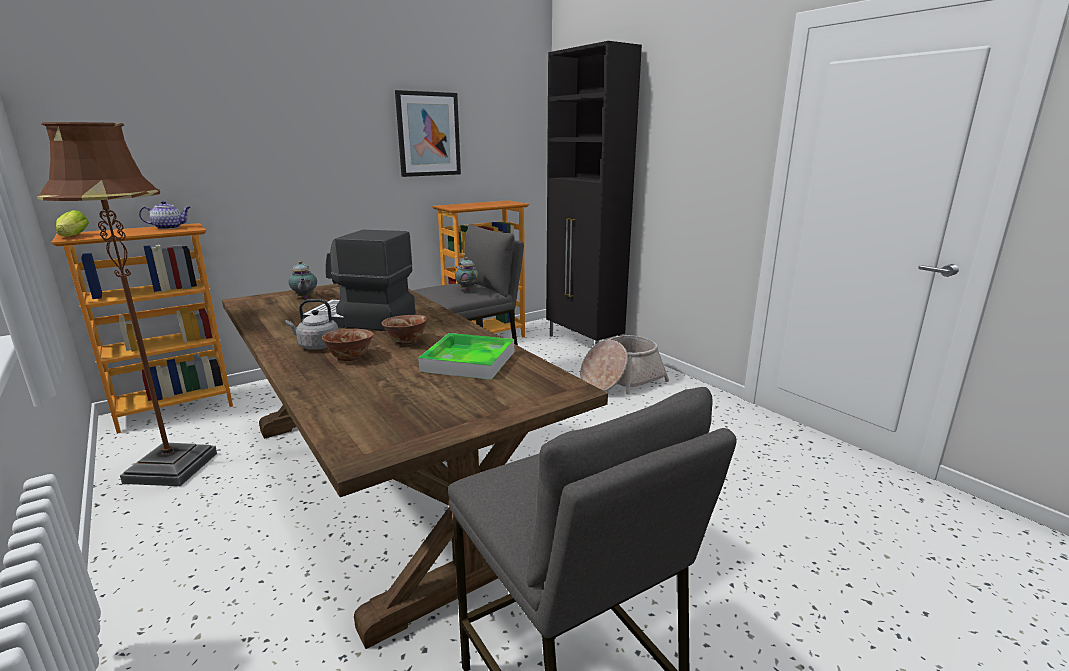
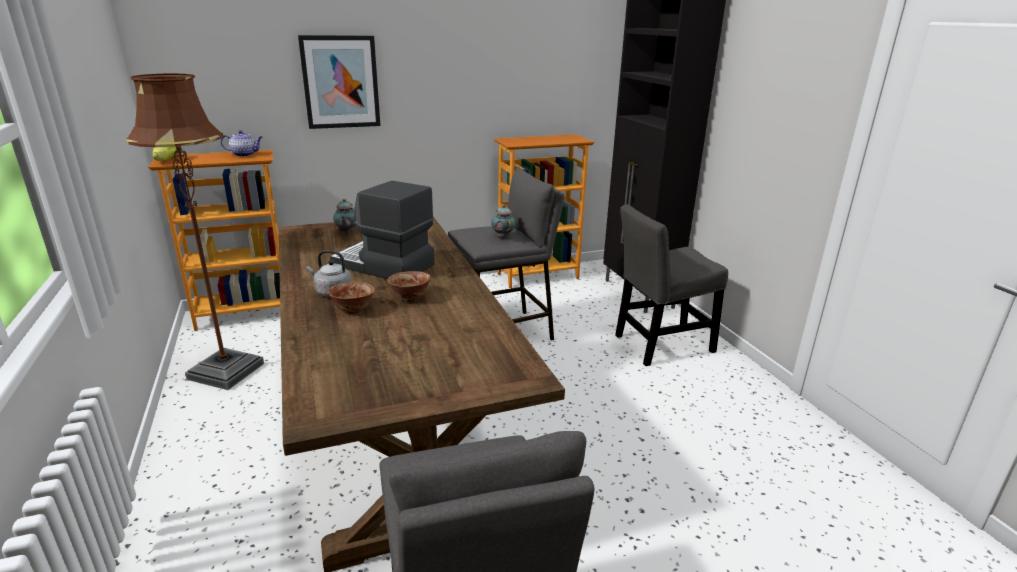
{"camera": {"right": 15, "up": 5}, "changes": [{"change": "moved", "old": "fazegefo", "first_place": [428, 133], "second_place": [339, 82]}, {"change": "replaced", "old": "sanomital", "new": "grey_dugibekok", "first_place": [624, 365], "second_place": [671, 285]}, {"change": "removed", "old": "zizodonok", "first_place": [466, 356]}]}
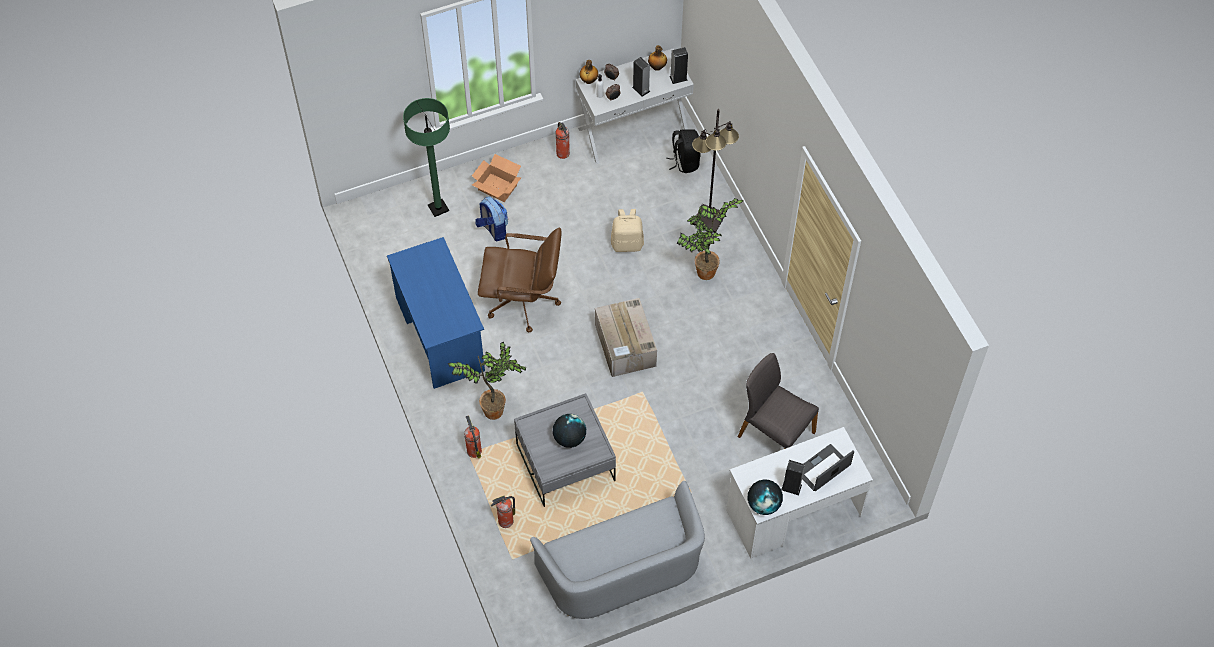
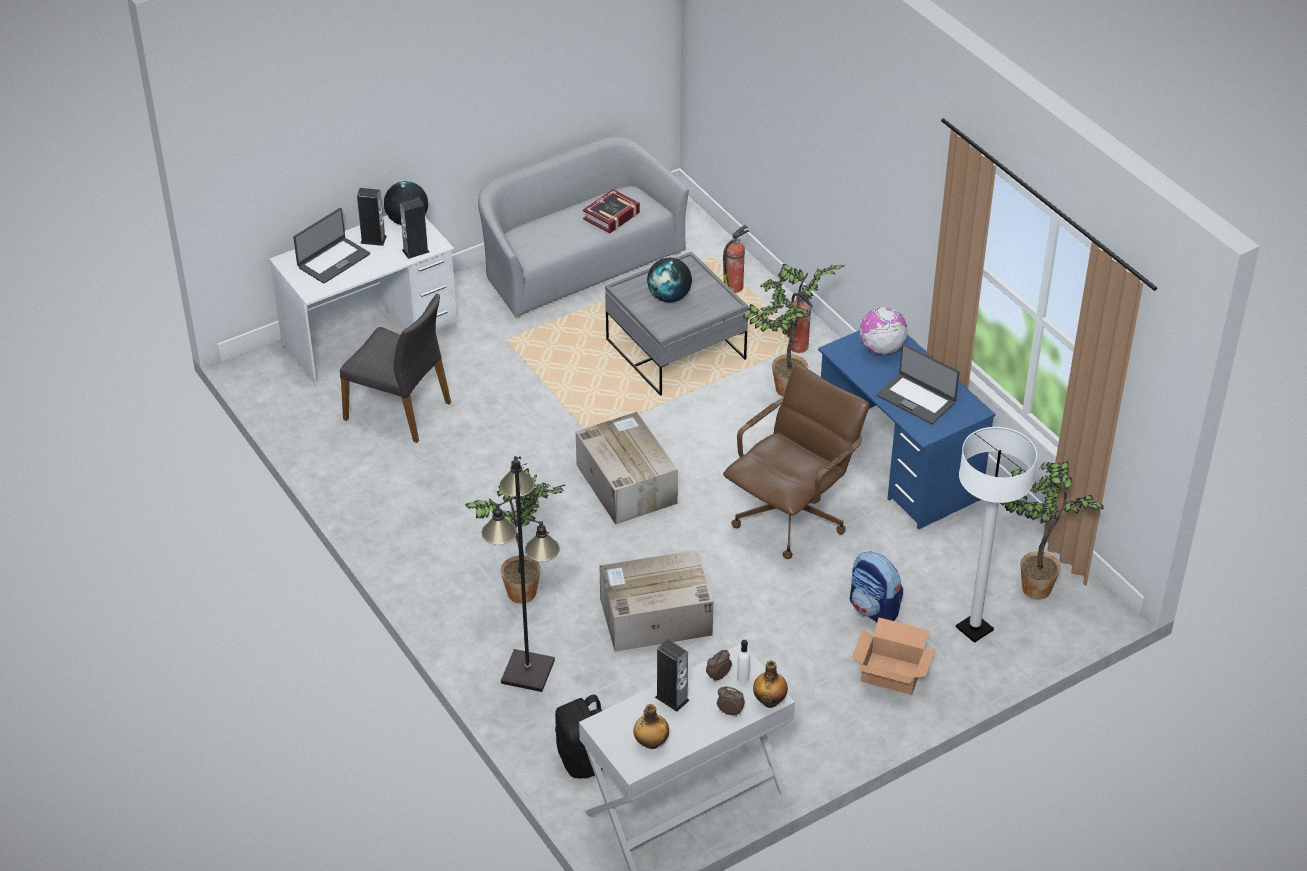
{"camera": {"right": 170, "up": -15}, "changes": [{"change": "moved", "old": "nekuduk", "first_place": [678, 65], "second_place": [414, 228]}, {"change": "added", "new": "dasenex", "second_place": [611, 211]}, {"change": "replaced", "old": "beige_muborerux", "new": "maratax", "first_place": [627, 230], "second_place": [656, 601]}, {"change": "turned", "old": "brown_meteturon", "first_place": [520, 280], "second_place": [796, 461], "degrees": 135}, {"change": "added", "new": "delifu", "second_place": [884, 331]}, {"change": "added", "new": "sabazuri", "second_place": [918, 383]}, {"change": "recoloured", "old": "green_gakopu", "new": "white_gakopu", "first_place": [426, 157], "second_place": [996, 535]}, {"change": "added", "new": "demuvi", "second_place": [1051, 530]}, {"change": "removed", "old": "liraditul", "first_place": [562, 140]}]}
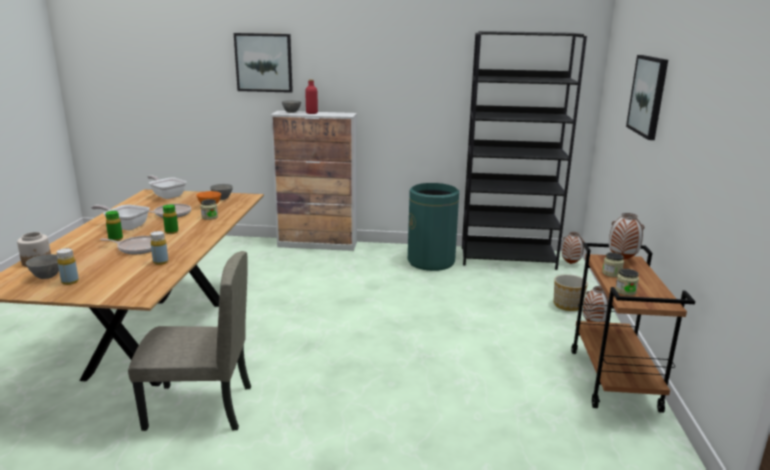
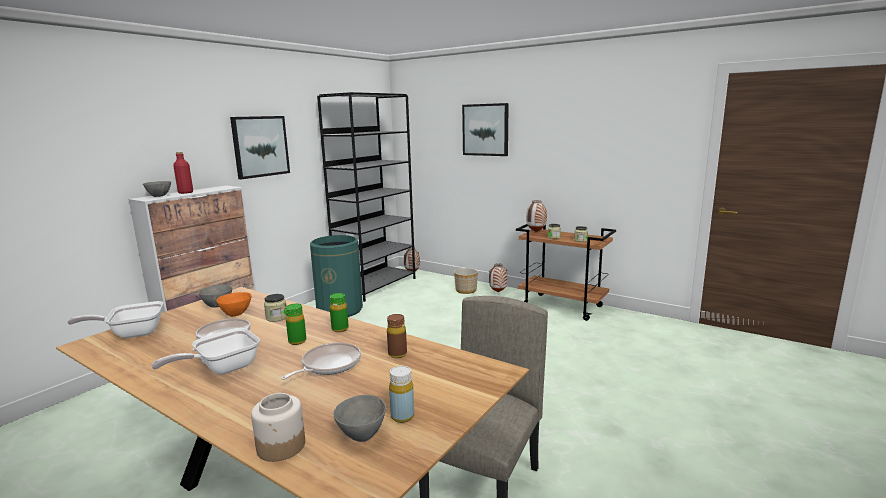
{"camera": {"right": -60, "up": -5}, "changes": [{"change": "moved", "old": "fazegefo", "first_place": [263, 63], "second_place": [260, 147]}, {"change": "moved", "old": "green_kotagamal", "first_place": [114, 226], "second_place": [339, 312]}, {"change": "recoloured", "old": "yellow_kotagamal", "new": "brown_kotagamal", "first_place": [159, 248], "second_place": [397, 336]}]}
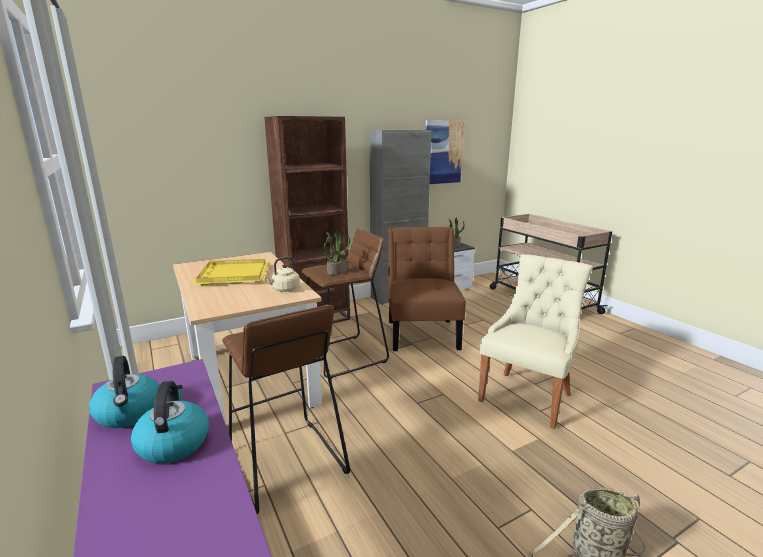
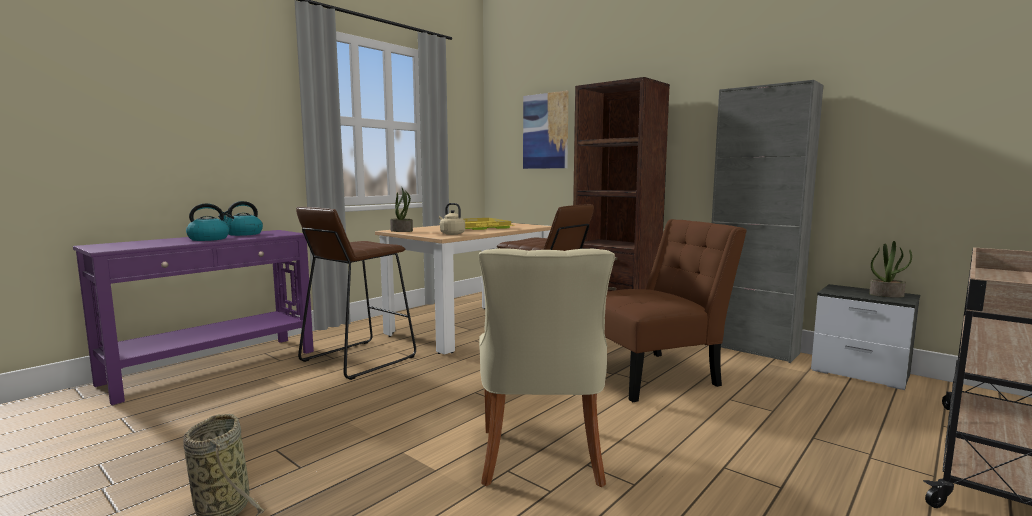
{"camera": {"right": 70, "up": -10}, "changes": [{"change": "moved", "old": "demuvi", "first_place": [336, 252], "second_place": [401, 210]}, {"change": "turned", "old": "beige_dugibekok", "first_place": [535, 341], "second_place": [547, 367], "degrees": 75}, {"change": "moved", "old": "fazegefo", "first_place": [445, 152], "second_place": [546, 130]}]}
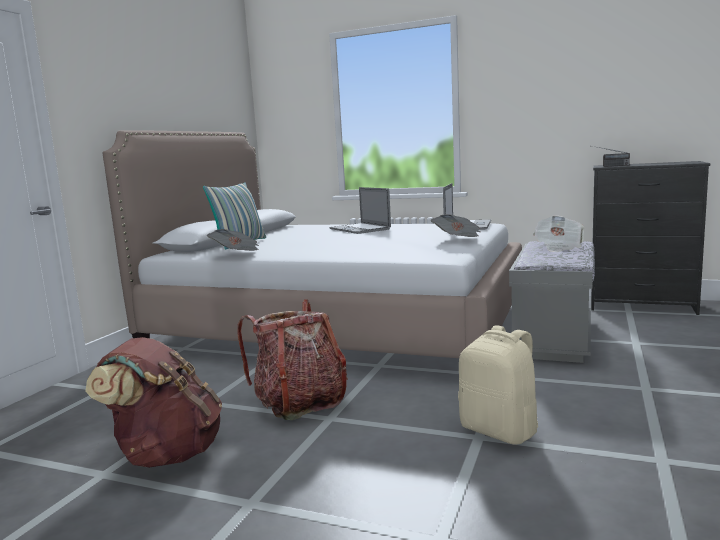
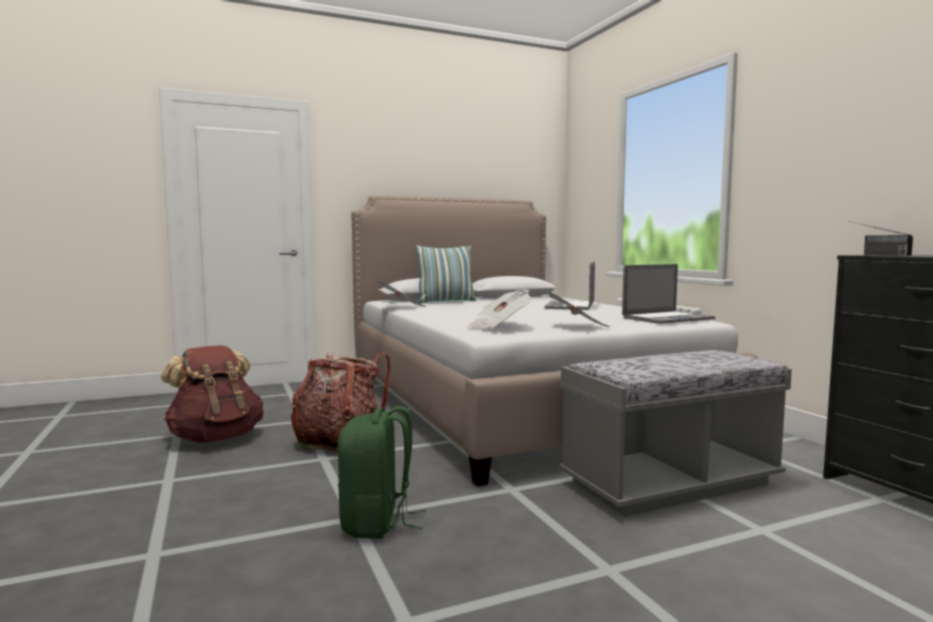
{"camera": {"right": 45, "up": -5}, "changes": [{"change": "recoloured", "old": "beige_muborerux", "new": "green_muborerux", "first_place": [498, 385], "second_place": [382, 472]}, {"change": "moved", "old": "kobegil", "first_place": [559, 234], "second_place": [499, 309]}]}
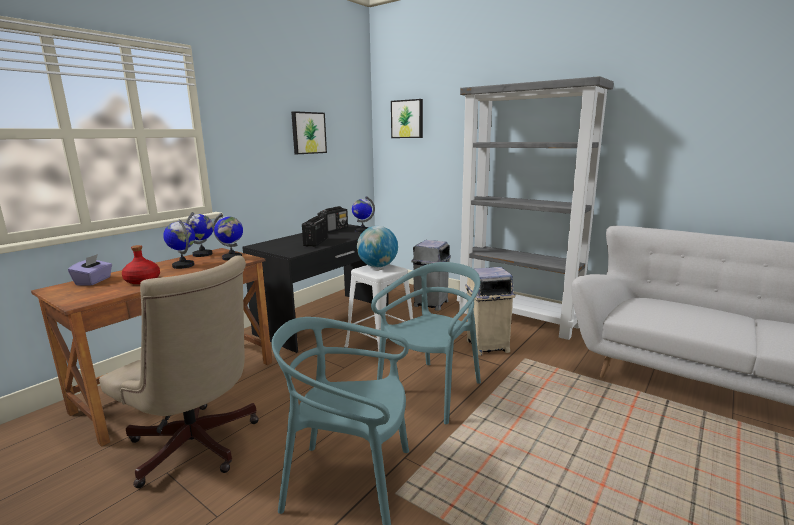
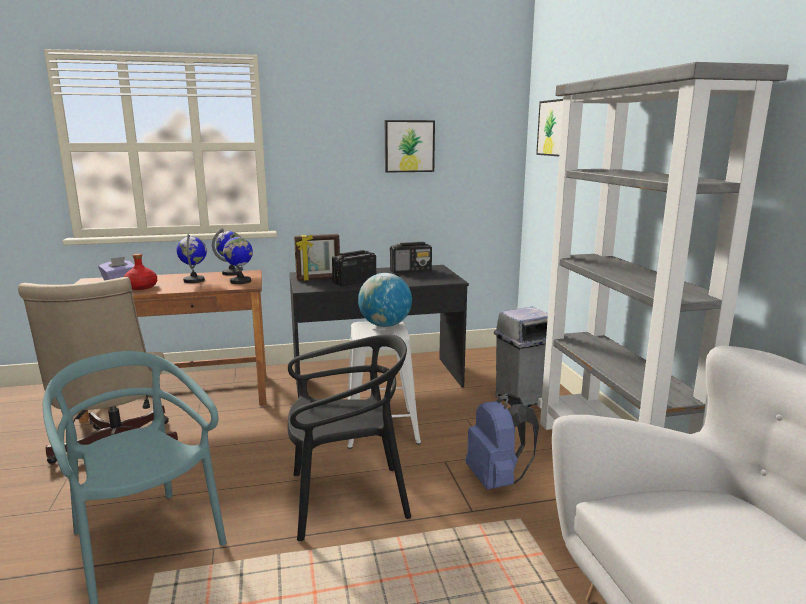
{"camera": {"right": 40, "up": 0}, "changes": [{"change": "recoloured", "old": "turquoise_dugibekok", "new": "black_dugibekok", "first_place": [426, 343], "second_place": [349, 437]}, {"change": "added", "new": "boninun", "second_place": [317, 257]}, {"change": "replaced", "old": "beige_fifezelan", "new": "blue_muborerux", "first_place": [490, 311], "second_place": [502, 442]}, {"change": "removed", "old": "delifu", "first_place": [363, 214]}]}
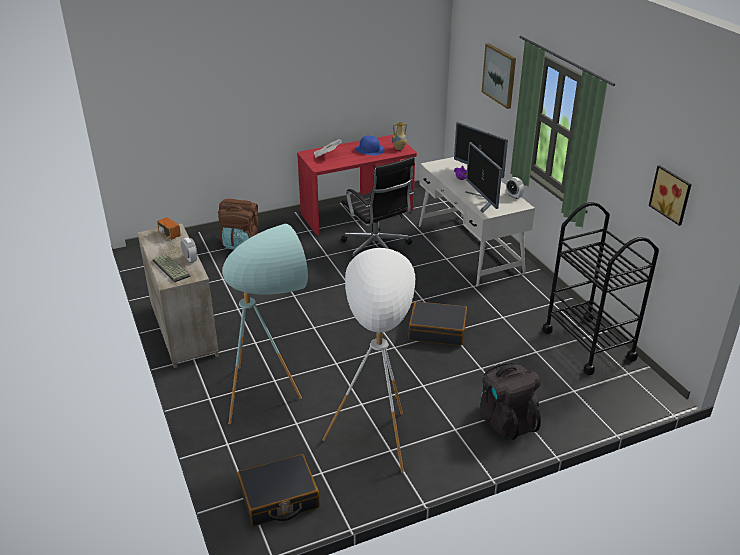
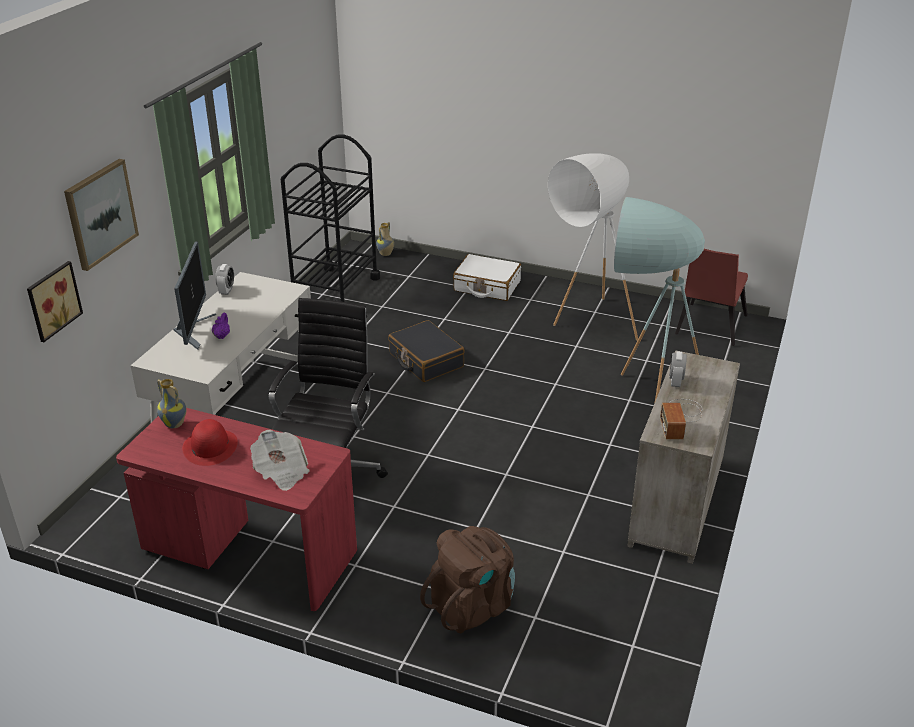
{"camera": {"right": -135, "up": 0}, "changes": [{"change": "moved", "old": "fazegefo", "first_place": [670, 195], "second_place": [55, 301]}, {"change": "recoloured", "old": "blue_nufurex", "new": "red_nufurex", "first_place": [369, 145], "second_place": [210, 442]}, {"change": "added", "new": "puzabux", "second_place": [385, 239]}, {"change": "replaced", "old": "black_muborerux", "new": "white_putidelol", "first_place": [510, 401], "second_place": [487, 277]}, {"change": "replaced", "old": "black_putidelol", "new": "red_dugibekok", "first_place": [278, 490], "second_place": [711, 297]}, {"change": "removed", "old": "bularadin", "first_place": [171, 268]}, {"change": "removed", "old": "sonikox", "first_place": [483, 177]}]}
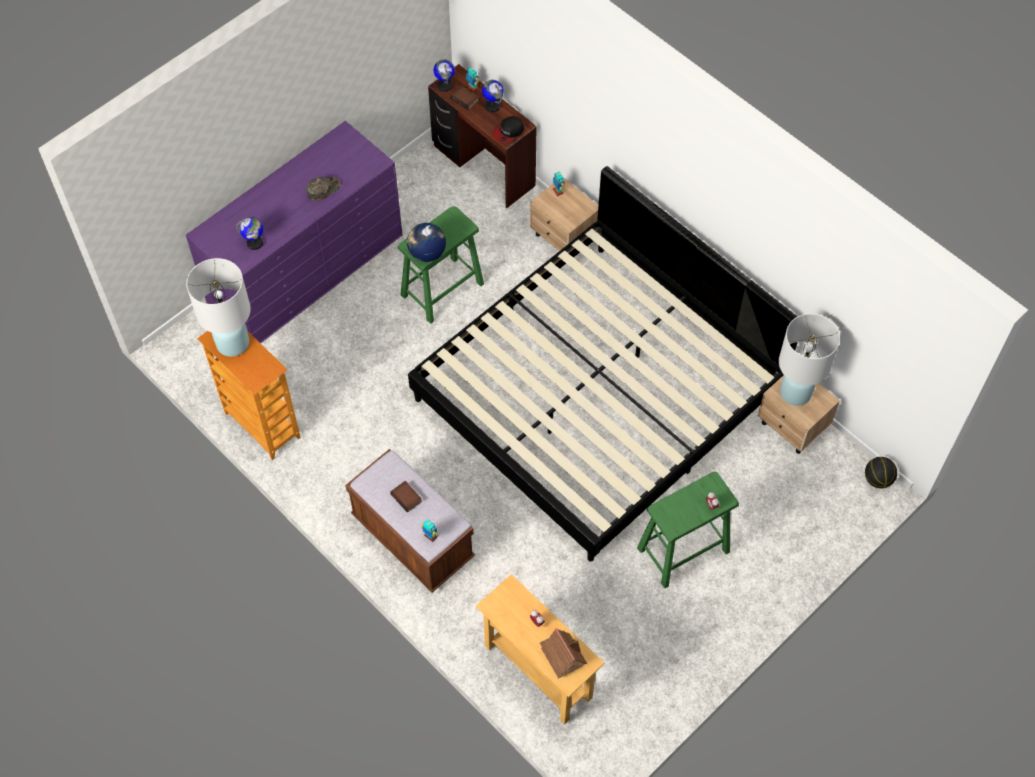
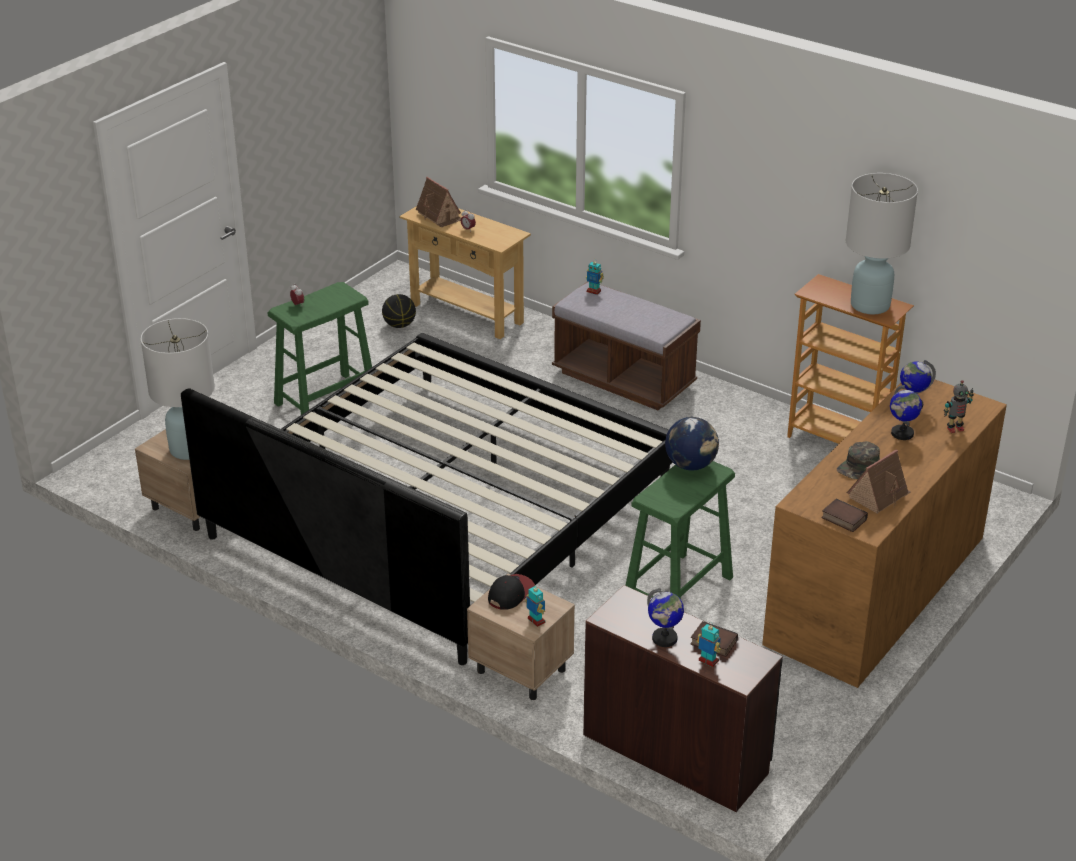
{"camera": {"right": 170, "up": -25}, "changes": [{"change": "moved", "old": "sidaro", "first_place": [881, 473], "second_place": [399, 311]}, {"change": "moved", "old": "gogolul", "first_place": [508, 129], "second_place": [511, 592]}, {"change": "recoloured", "old": "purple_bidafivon", "new": "brown_bidafivon", "first_place": [294, 232], "second_place": [884, 534]}, {"change": "moved", "old": "dasenex", "first_place": [406, 497], "second_place": [844, 515]}, {"change": "added", "new": "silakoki", "second_place": [879, 481]}, {"change": "moved", "old": "delifu", "first_place": [444, 75], "second_place": [906, 412]}, {"change": "added", "new": "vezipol", "second_place": [959, 406]}]}
